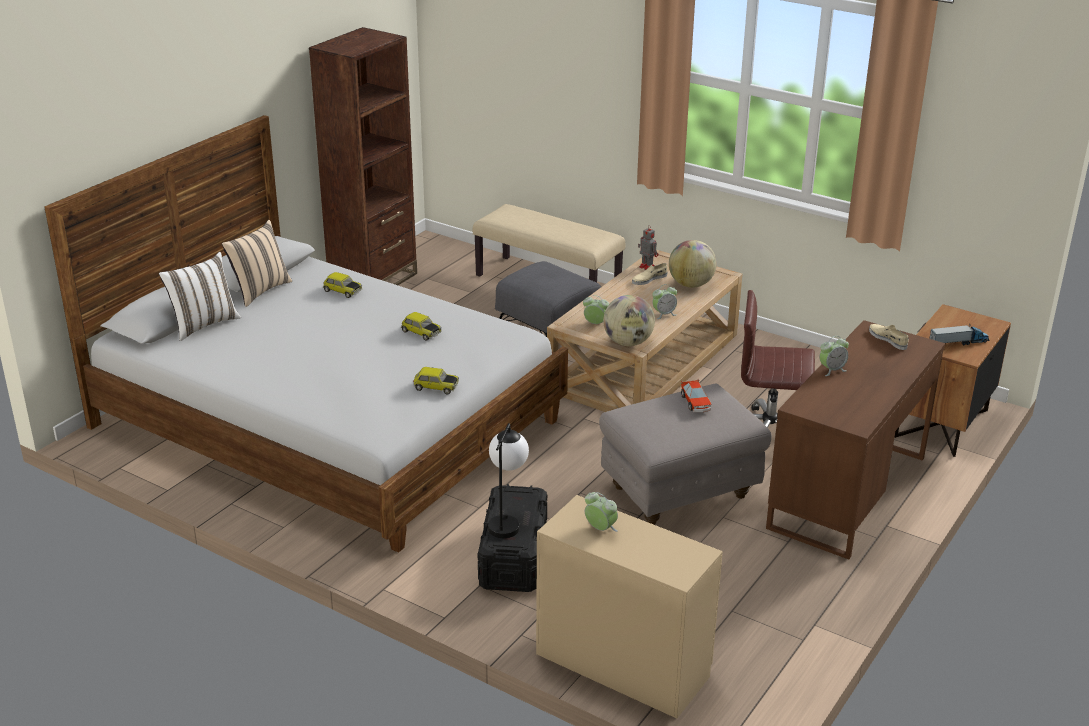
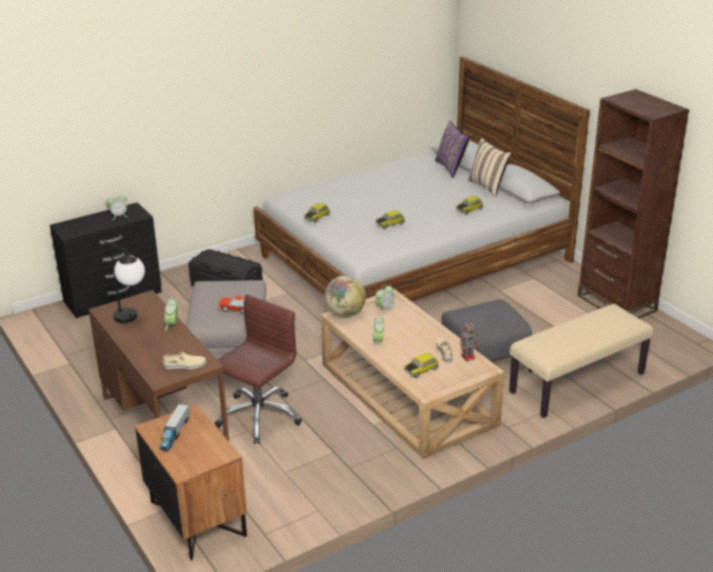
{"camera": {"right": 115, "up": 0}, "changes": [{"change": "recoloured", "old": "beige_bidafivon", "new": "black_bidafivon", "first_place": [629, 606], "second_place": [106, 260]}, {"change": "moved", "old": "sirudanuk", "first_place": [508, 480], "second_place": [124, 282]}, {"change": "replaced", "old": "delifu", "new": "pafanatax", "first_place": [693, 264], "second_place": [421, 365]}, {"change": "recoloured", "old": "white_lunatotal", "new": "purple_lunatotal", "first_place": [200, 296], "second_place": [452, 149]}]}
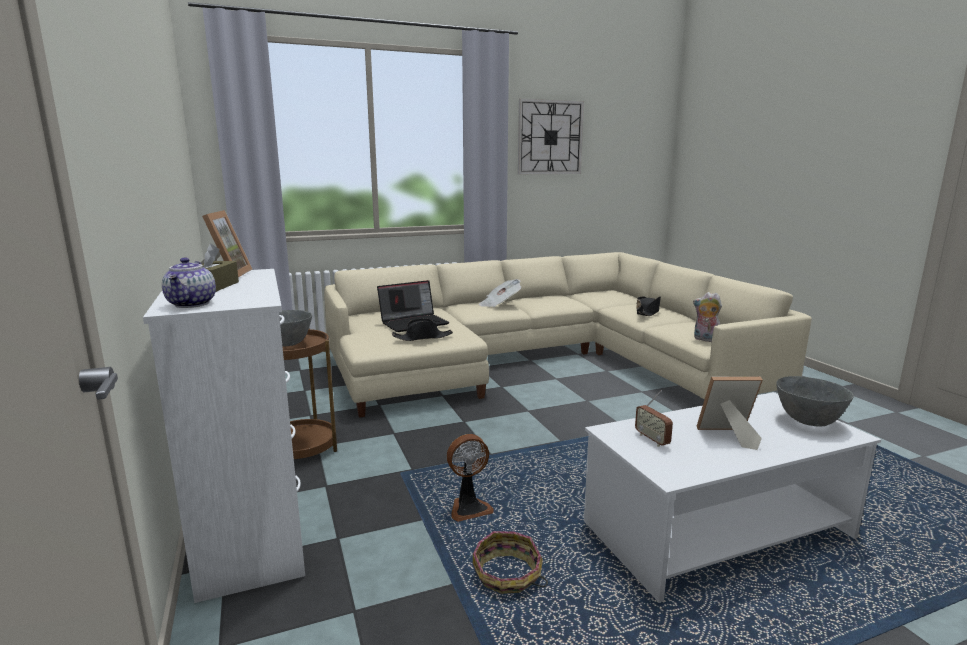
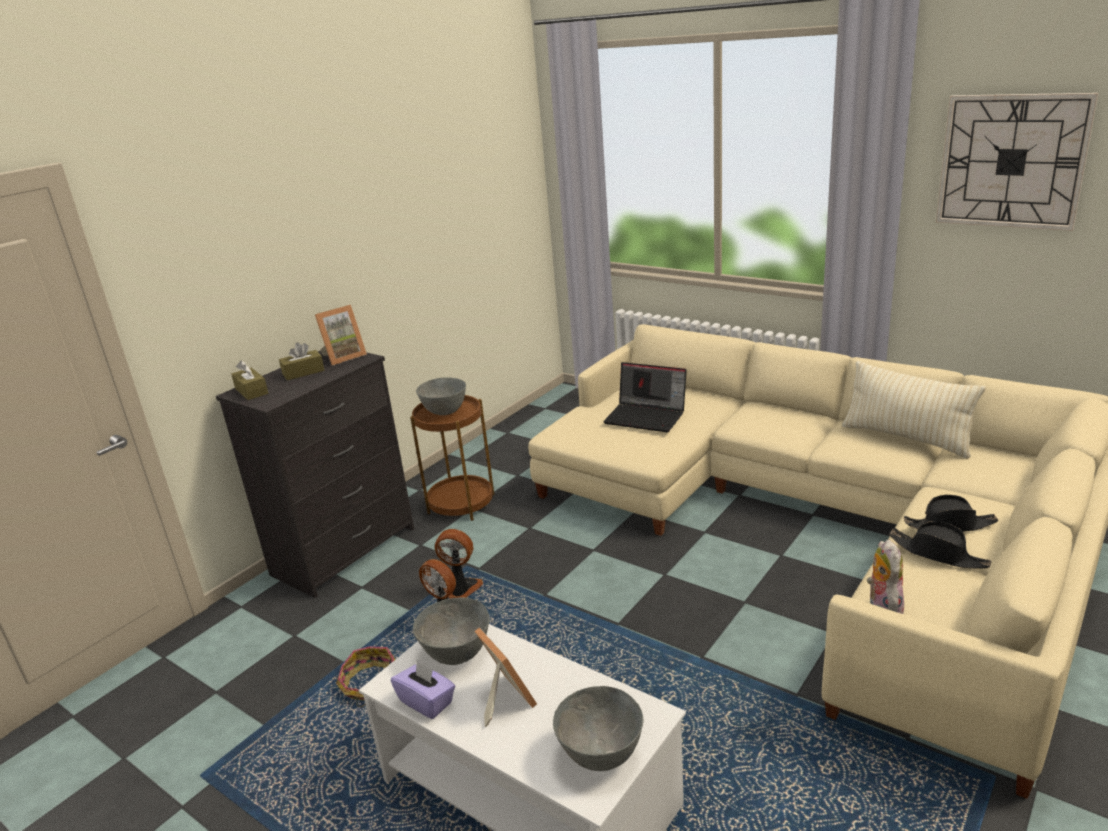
{"camera": {"right": 60, "up": 10}, "changes": [{"change": "recoloured", "old": "white_bidafivon", "new": "black_bidafivon", "first_place": [224, 436], "second_place": [315, 474]}, {"change": "replaced", "old": "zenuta", "new": "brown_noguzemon", "first_place": [189, 282], "second_place": [249, 380]}, {"change": "added", "new": "purple_noguzemon", "second_place": [423, 689]}, {"change": "replaced", "old": "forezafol", "new": "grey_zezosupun", "first_place": [654, 418], "second_place": [451, 631]}, {"change": "added", "new": "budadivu", "second_place": [459, 563]}, {"change": "added", "new": "beige_lunatotal", "second_place": [914, 410]}, {"change": "moved", "old": "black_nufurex", "first_place": [422, 330], "second_place": [940, 544]}, {"change": "removed", "old": "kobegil", "first_place": [500, 293]}]}
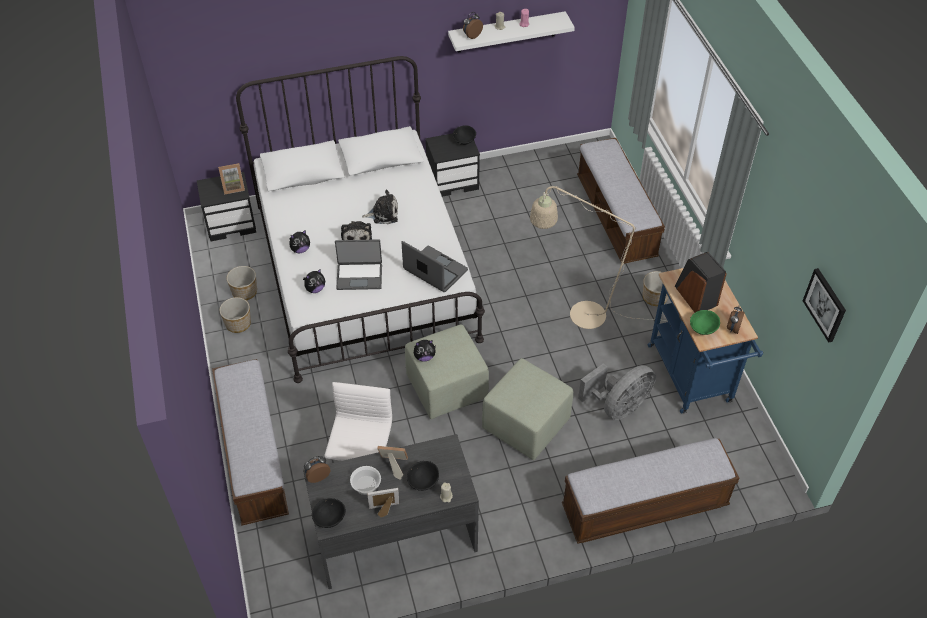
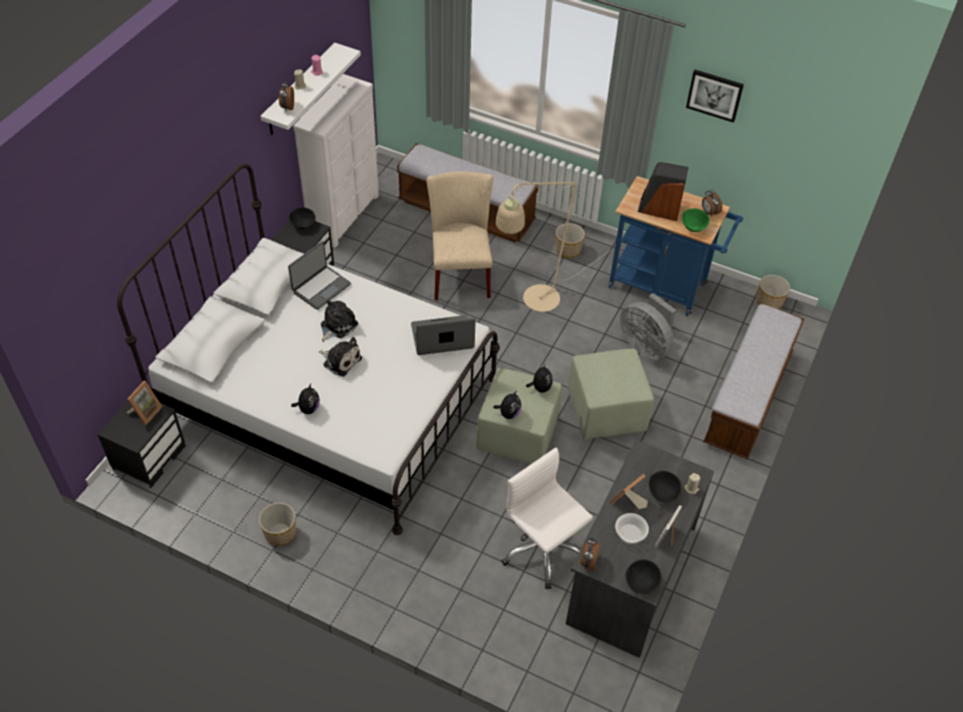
{"camera": {"right": -50, "up": 0}, "changes": [{"change": "moved", "old": "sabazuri", "first_place": [358, 265], "second_place": [319, 275]}, {"change": "added", "new": "white_bidafivon", "second_place": [336, 161]}, {"change": "added", "new": "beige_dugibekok", "second_place": [459, 235]}, {"change": "moved", "old": "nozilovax", "first_place": [314, 281], "second_place": [539, 378]}, {"change": "turned", "old": "grey_budadivu", "first_place": [617, 391], "second_place": [648, 326], "degrees": 135}, {"change": "moved", "old": "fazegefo", "first_place": [824, 305], "second_place": [715, 96]}, {"change": "moved", "old": "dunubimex", "first_place": [242, 283], "second_place": [773, 292]}, {"change": "removed", "old": "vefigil", "first_place": [250, 442]}]}
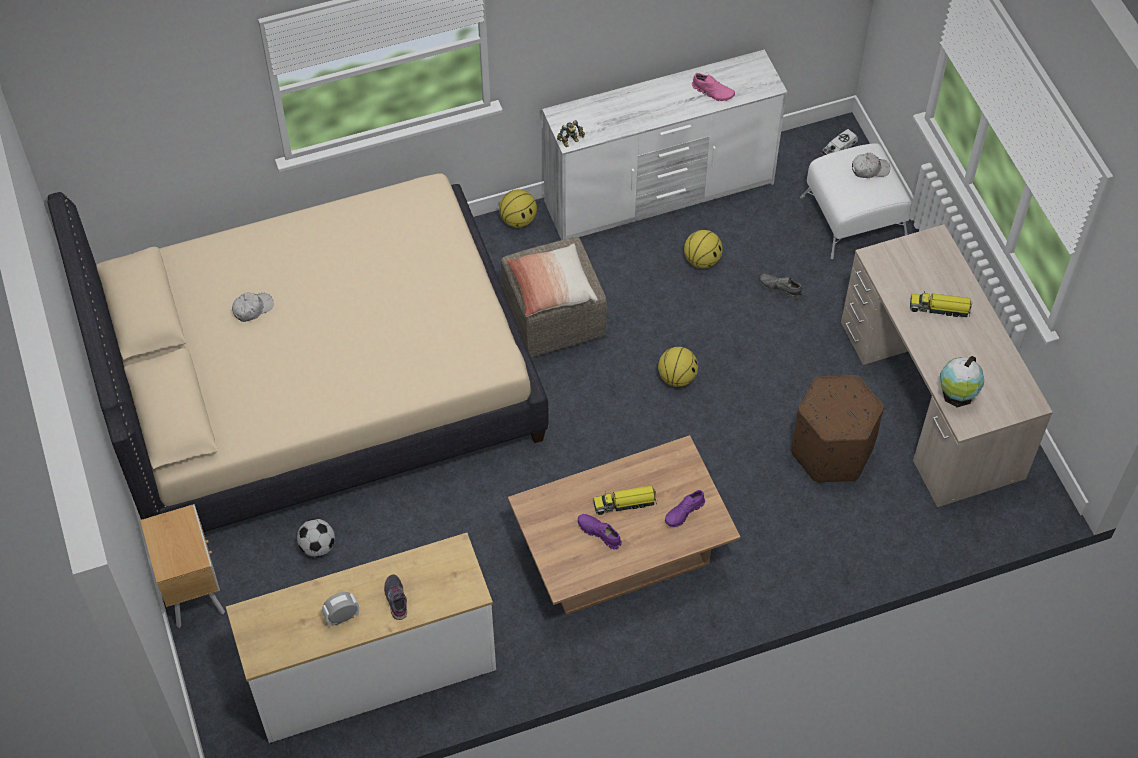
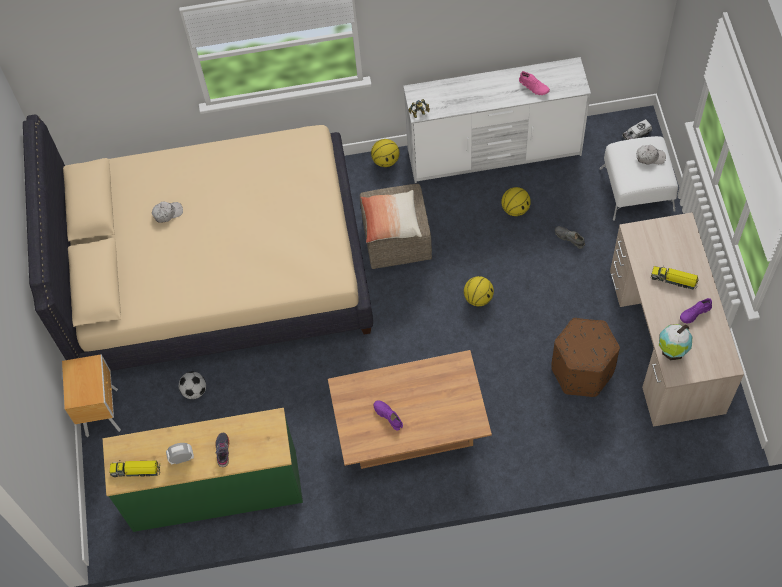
{"camera": {"right": 15, "up": 5}, "changes": [{"change": "recoloured", "old": "white_bidafivon", "new": "green_bidafivon", "first_place": [361, 638], "second_place": [203, 470]}, {"change": "moved", "old": "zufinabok", "first_place": [625, 500], "second_place": [135, 469]}, {"change": "moved", "old": "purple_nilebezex", "first_place": [685, 508], "second_place": [696, 311]}]}
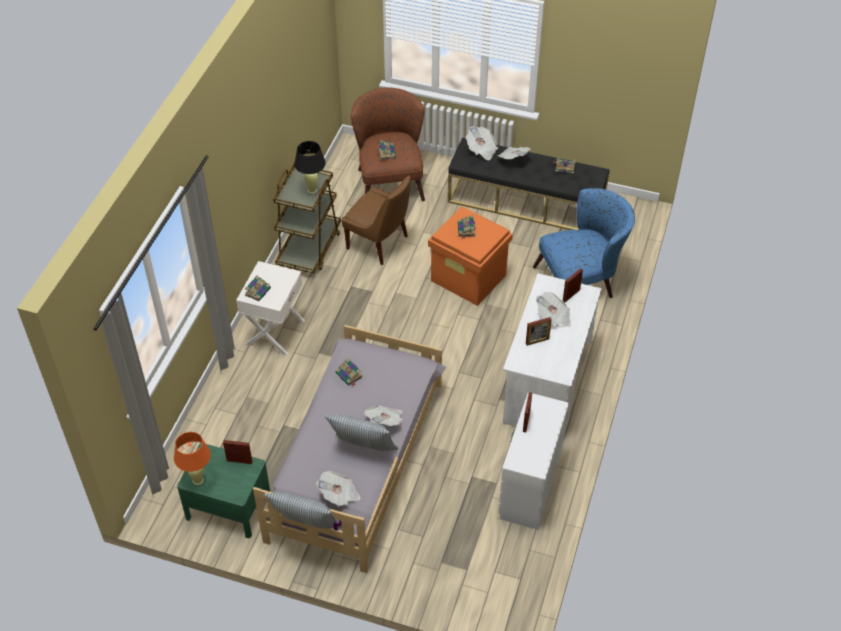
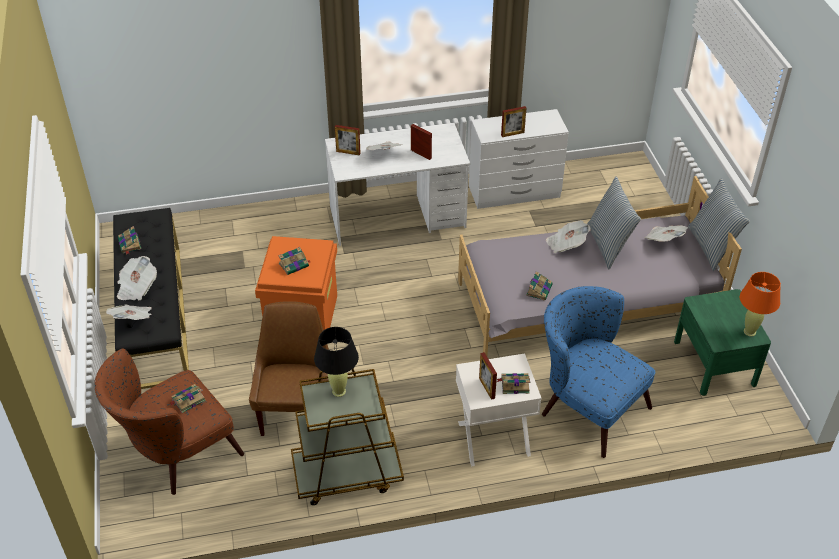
{"camera": {"right": -120, "up": -5}, "changes": [{"change": "moved", "old": "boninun", "first_place": [237, 452], "second_place": [488, 376]}, {"change": "moved", "old": "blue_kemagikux", "first_place": [584, 243], "second_place": [598, 372]}]}
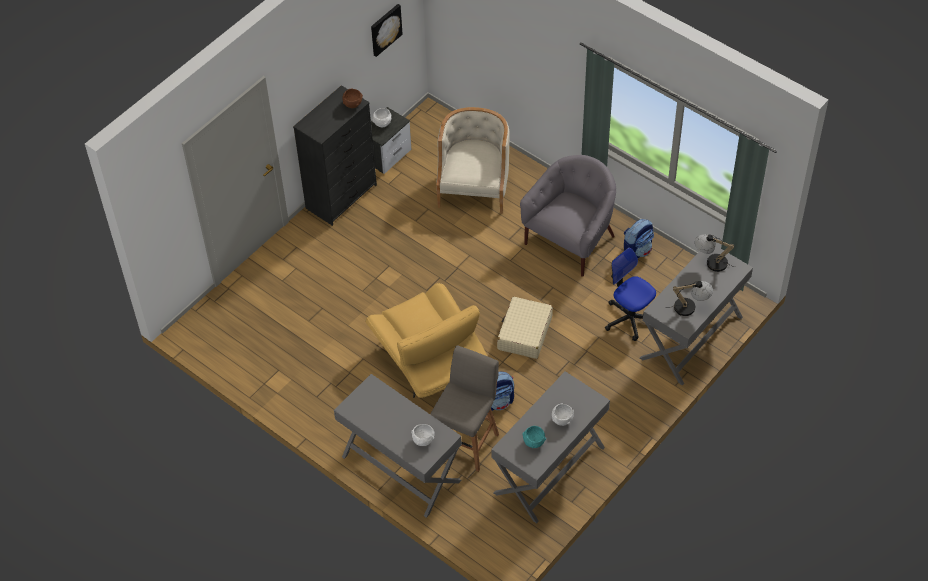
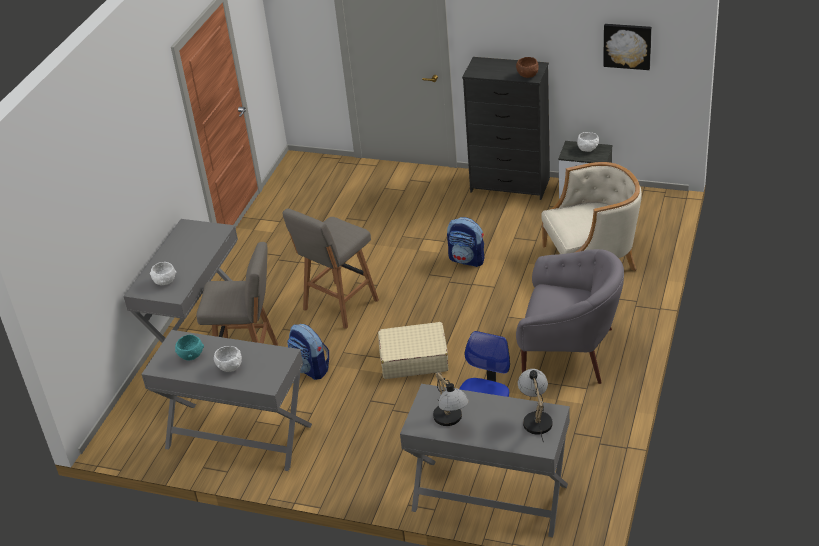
{"camera": {"right": 70, "up": -15}, "changes": [{"change": "replaced", "old": "yellow_kemagikux", "new": "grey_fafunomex", "first_place": [426, 340], "second_place": [331, 268]}, {"change": "moved", "old": "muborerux", "first_place": [639, 238], "second_place": [465, 242]}]}
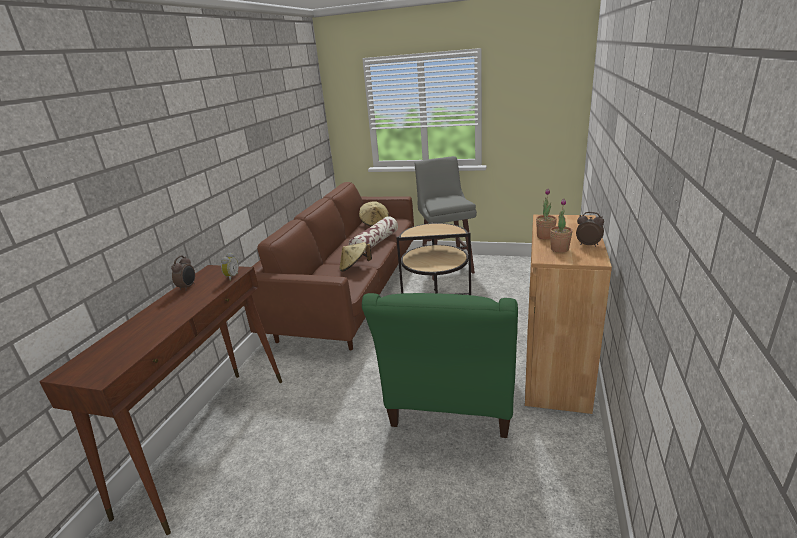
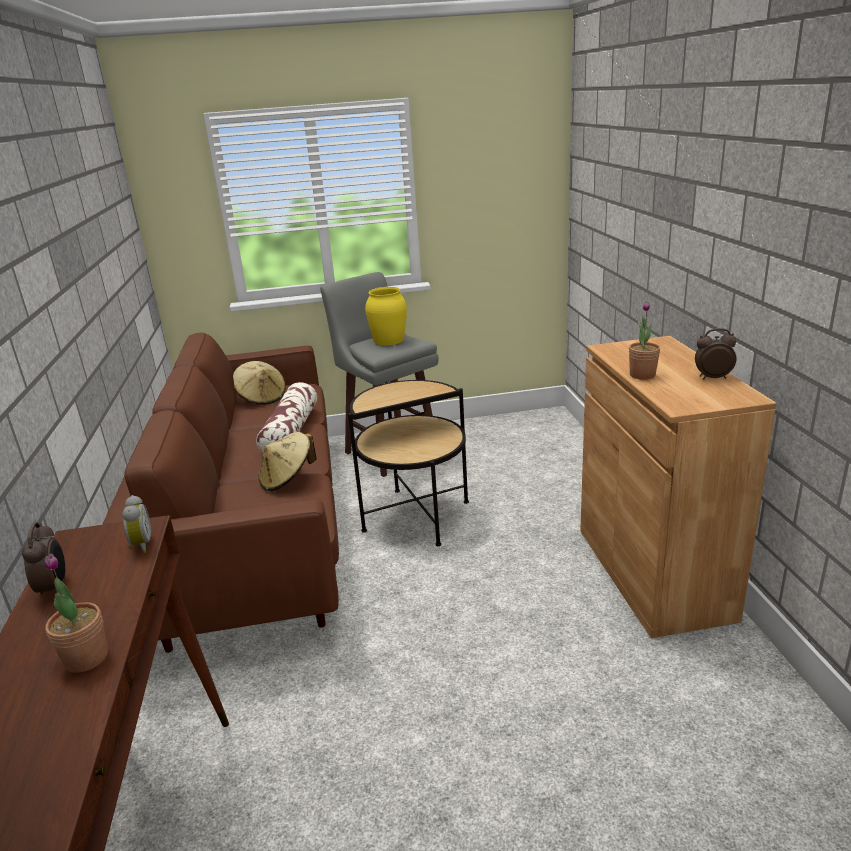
{"camera": {"right": -25, "up": 0}, "changes": [{"change": "moved", "old": "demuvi", "first_place": [561, 226], "second_place": [76, 613]}, {"change": "added", "new": "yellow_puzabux", "second_place": [386, 316]}, {"change": "removed", "old": "green_kemagikux", "first_place": [440, 365]}]}
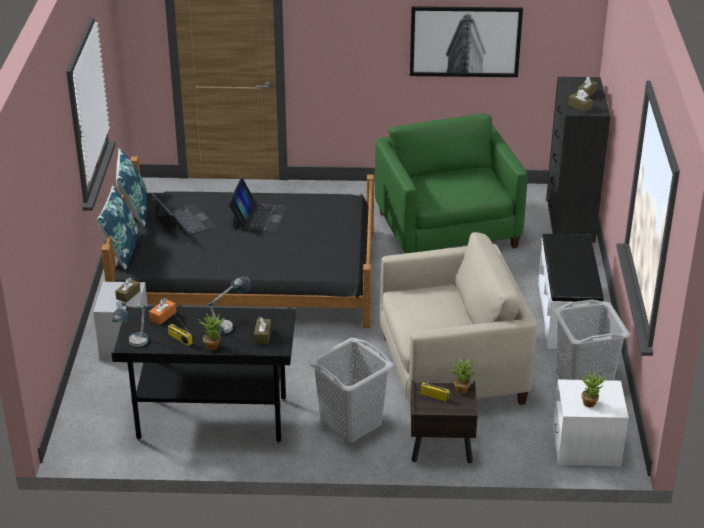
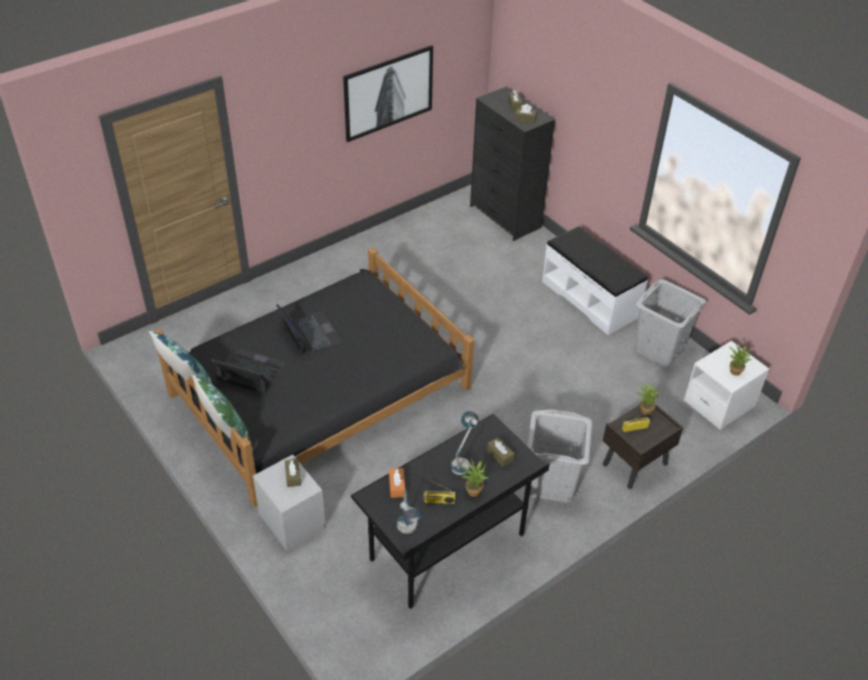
{"camera": {"right": -40, "up": 10}, "changes": [{"change": "recoloured", "old": "blue_lunatotal", "new": "green_lunatotal", "first_place": [119, 228], "second_place": [222, 412]}, {"change": "removed", "old": "green_kemagikux", "first_place": [451, 183]}, {"change": "removed", "old": "beige_kemagikux", "first_place": [458, 319]}]}
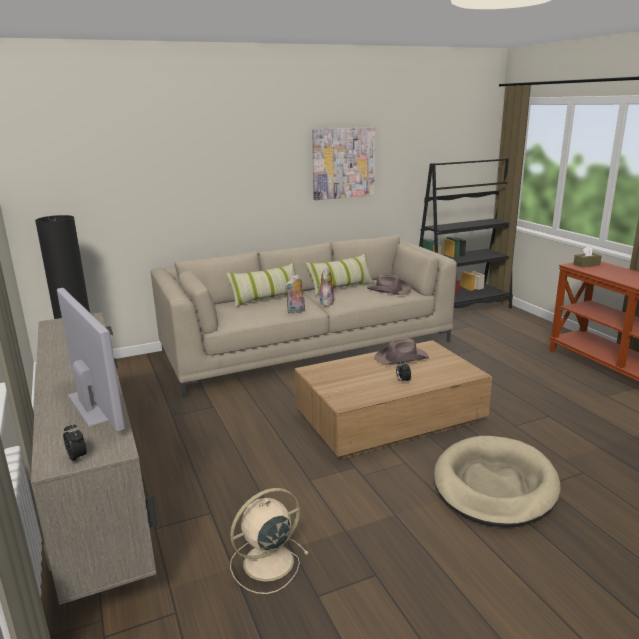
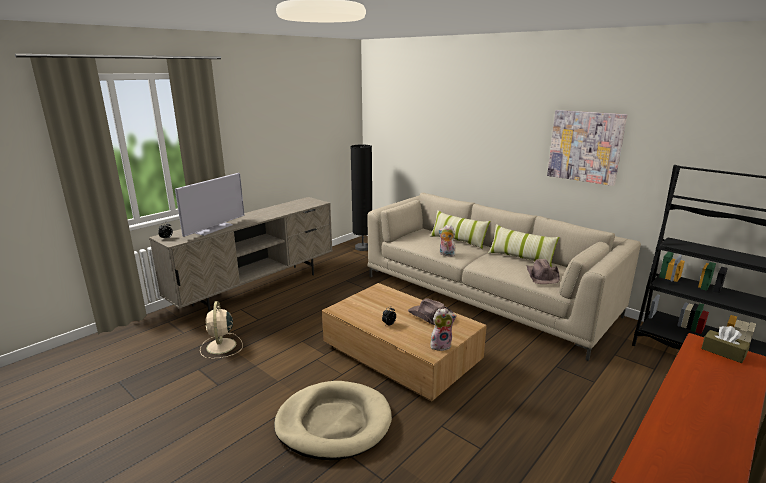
{"camera": {"right": 65, "up": 0}, "changes": [{"change": "turned", "old": "beige_budadivu", "first_place": [269, 541], "second_place": [221, 330], "degrees": -135}, {"change": "moved", "old": "nozilovax", "first_place": [325, 286], "second_place": [443, 329]}]}
